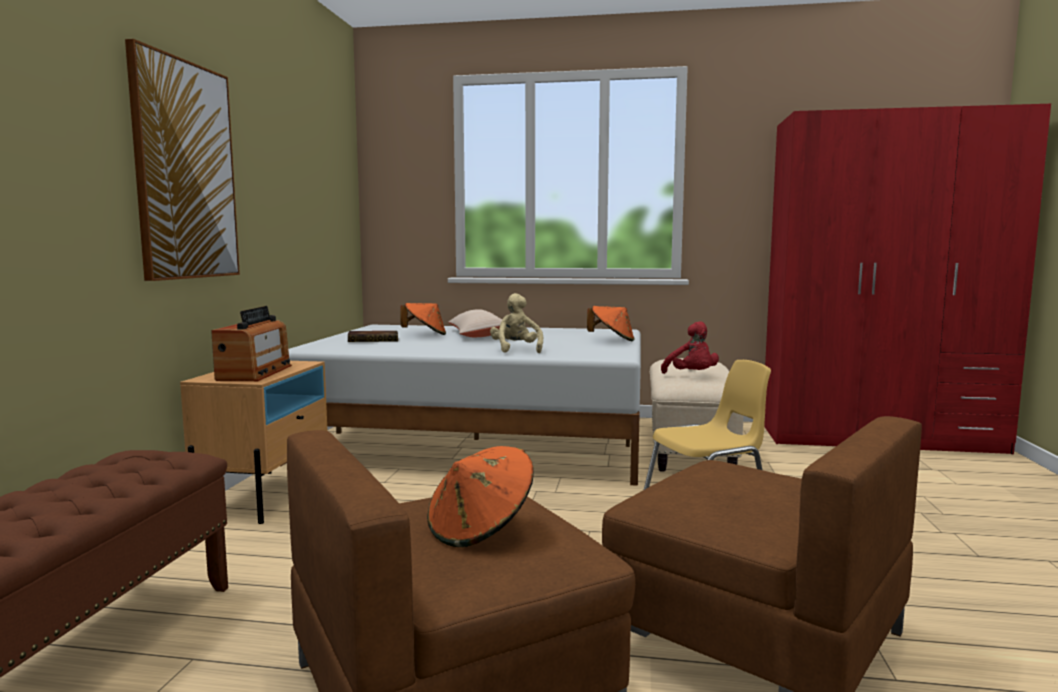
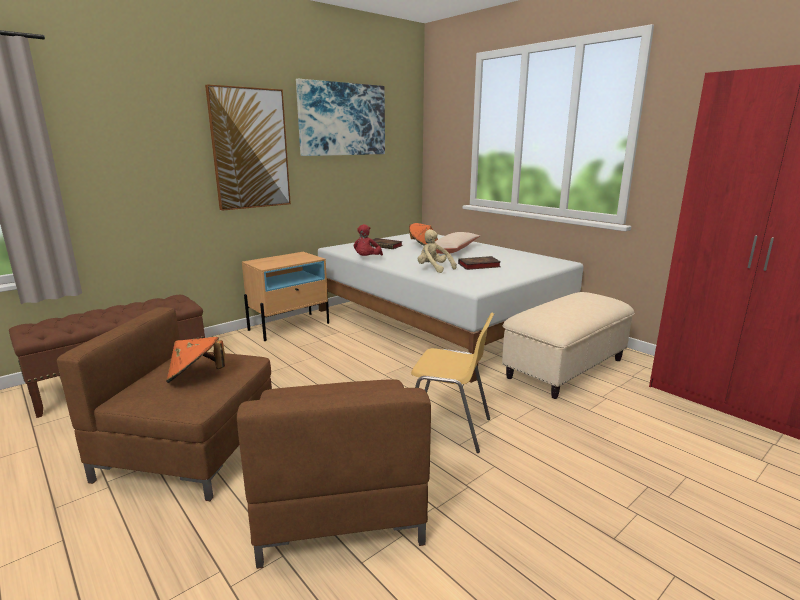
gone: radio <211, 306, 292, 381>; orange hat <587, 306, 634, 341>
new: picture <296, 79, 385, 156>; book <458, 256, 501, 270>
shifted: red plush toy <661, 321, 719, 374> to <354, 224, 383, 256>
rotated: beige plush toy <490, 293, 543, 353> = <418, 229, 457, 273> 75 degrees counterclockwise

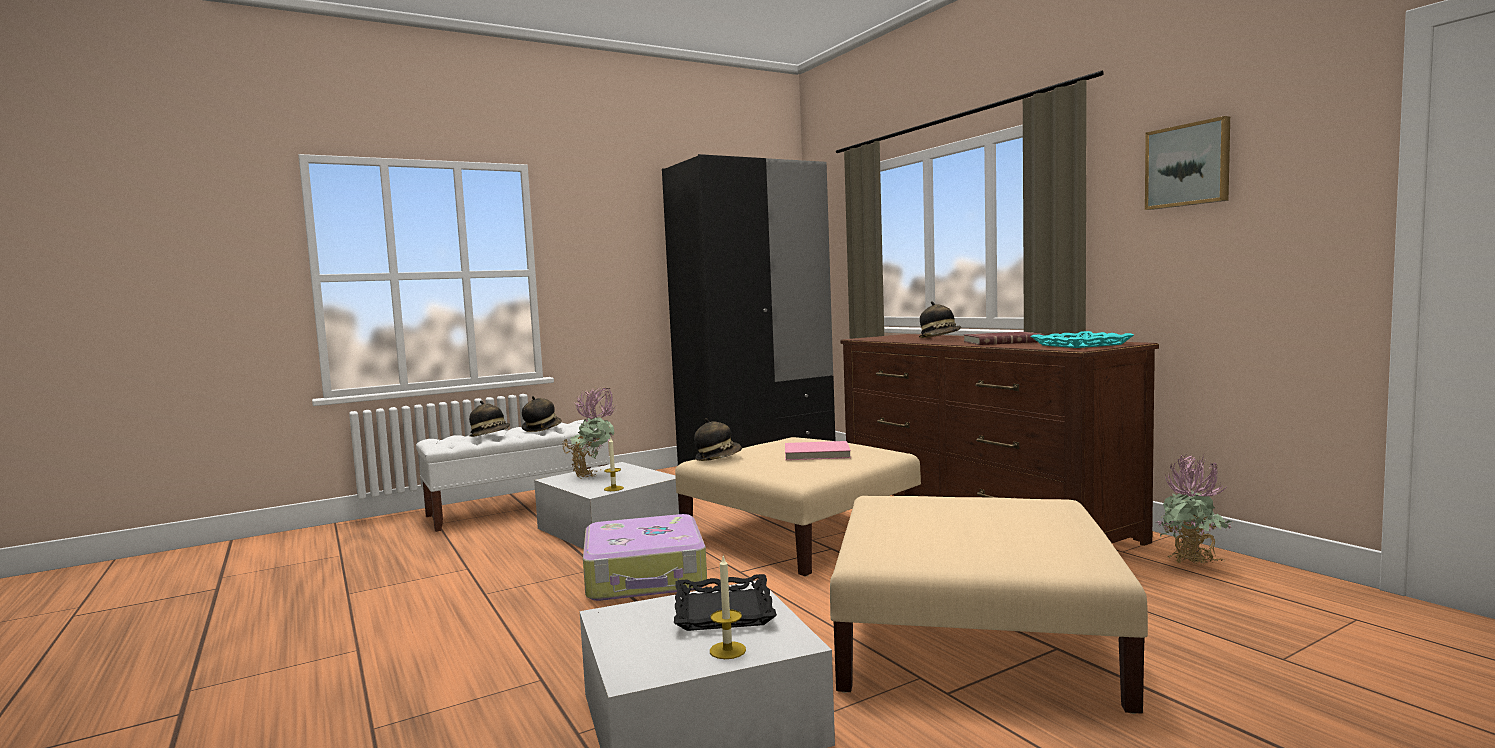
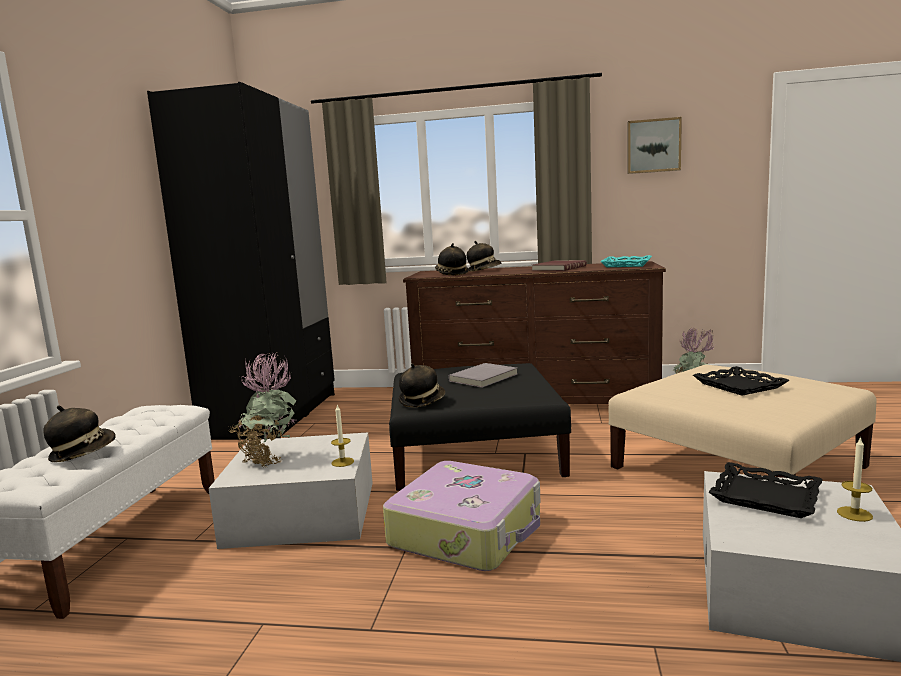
new: black tray <693, 366, 790, 396>
shifted: hat <522, 396, 562, 432> to <435, 243, 469, 276>
repainted: beige ottoman <675, 437, 921, 576> to black ottoman <389, 363, 571, 491>; pink book <785, 441, 851, 460> to grey book <448, 363, 517, 388>

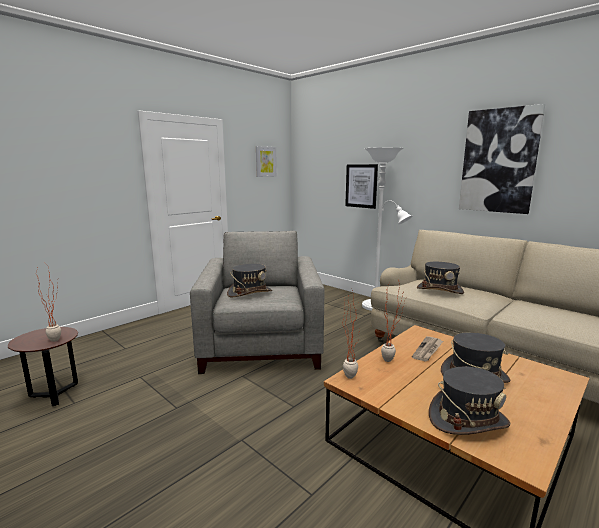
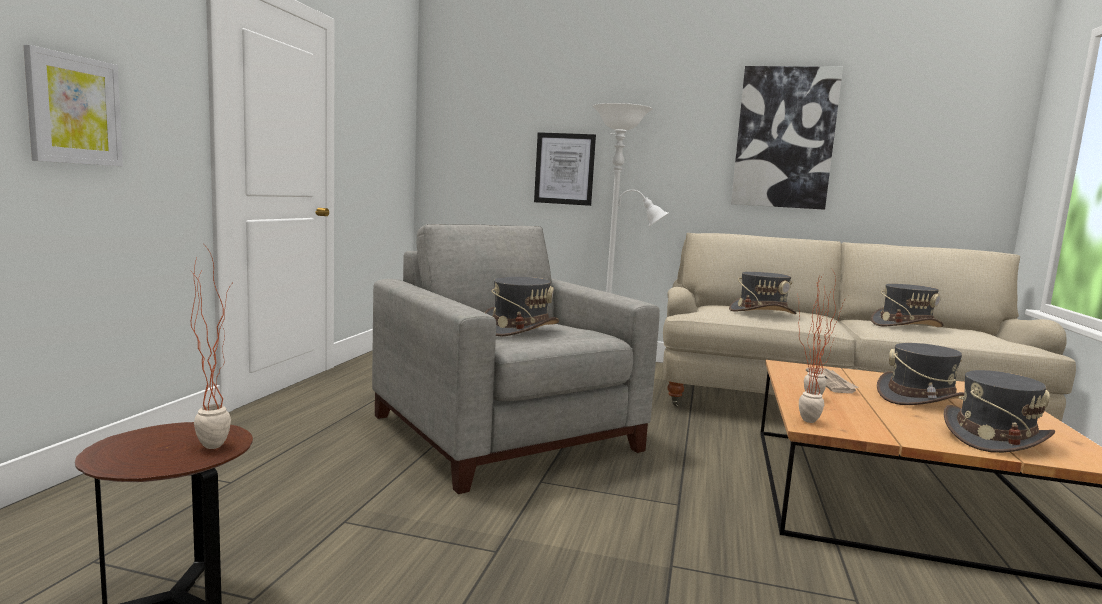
new: grey hat <871, 284, 944, 327>
shifted: picture <256, 146, 277, 177> to <23, 45, 123, 166>

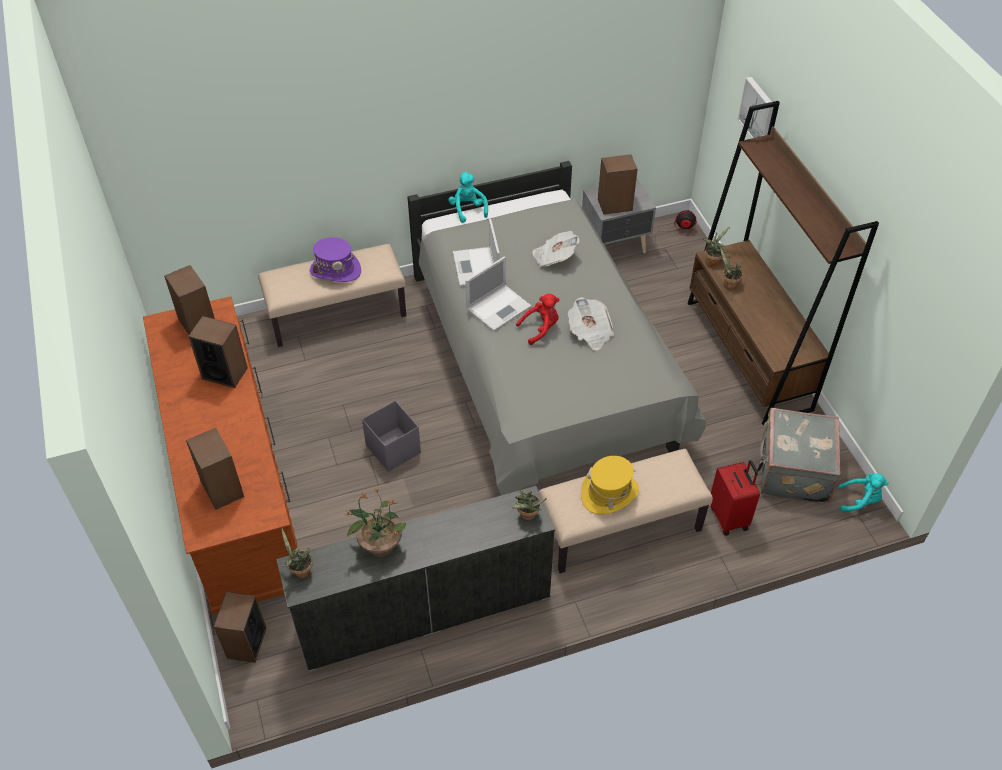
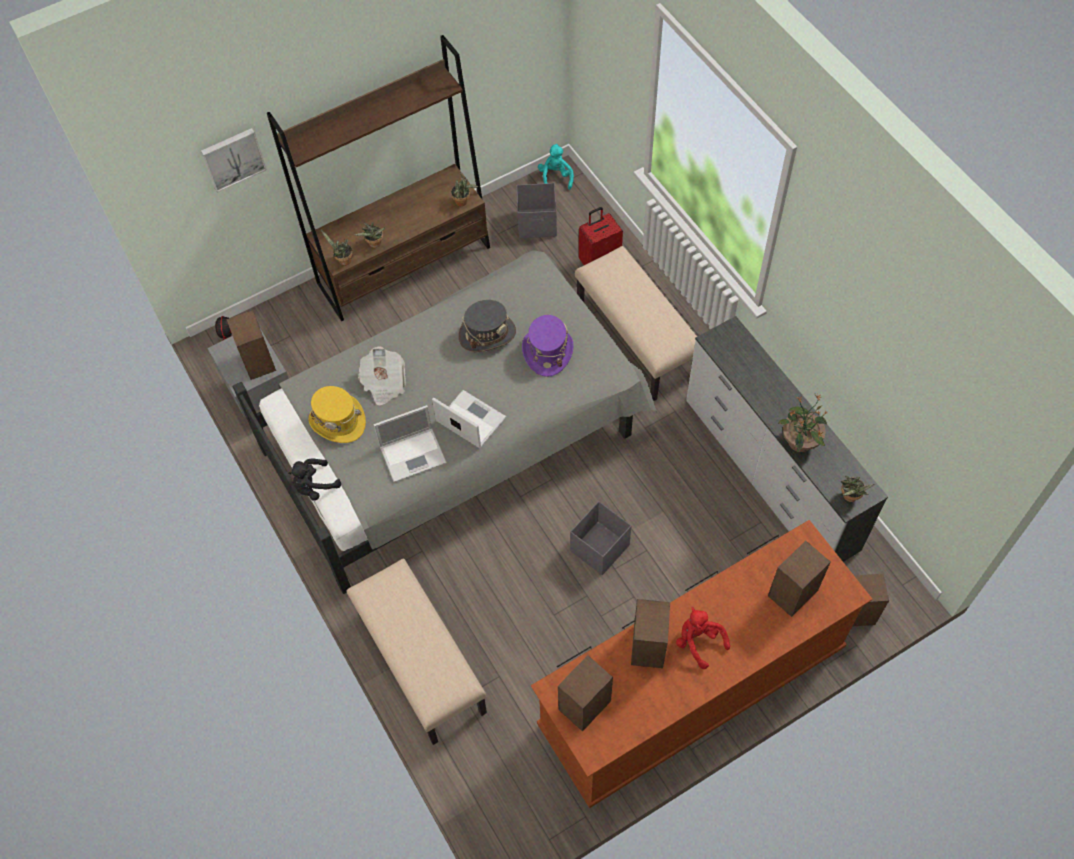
shifted: purple hat <310, 237, 361, 282> to <522, 315, 574, 377>; potted plant <511, 491, 547, 520> to <451, 172, 478, 206>; red plush toy <516, 294, 560, 345> to <676, 607, 730, 669>; yellow hat <581, 456, 639, 515> to <309, 386, 366, 443>
swapped: newspaper <568, 297, 614, 351> to grey hat <459, 300, 516, 352>; grey suitcase <757, 408, 840, 504> to grey storage box <516, 183, 557, 238>
repainted: turquoise plush toy <448, 172, 488, 223> to black plush toy <288, 459, 341, 501>

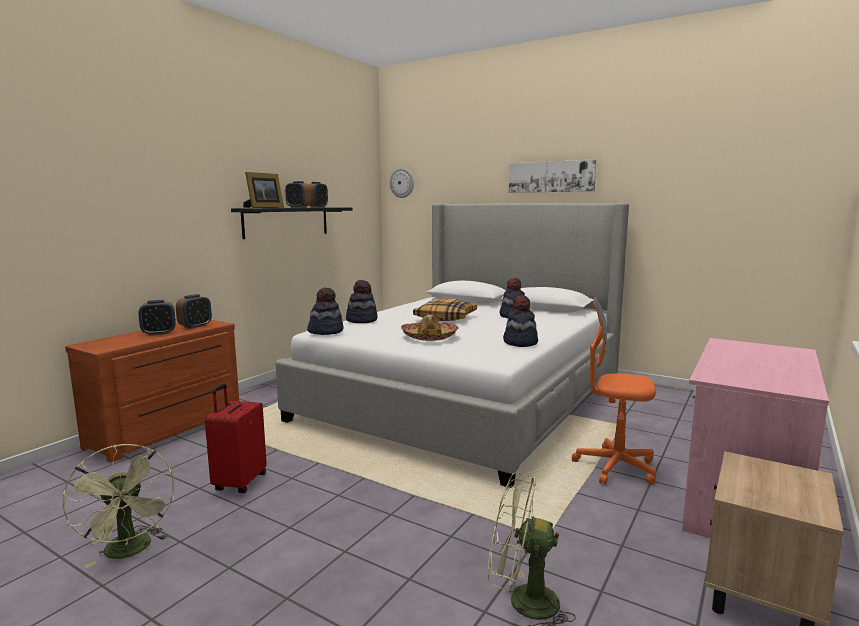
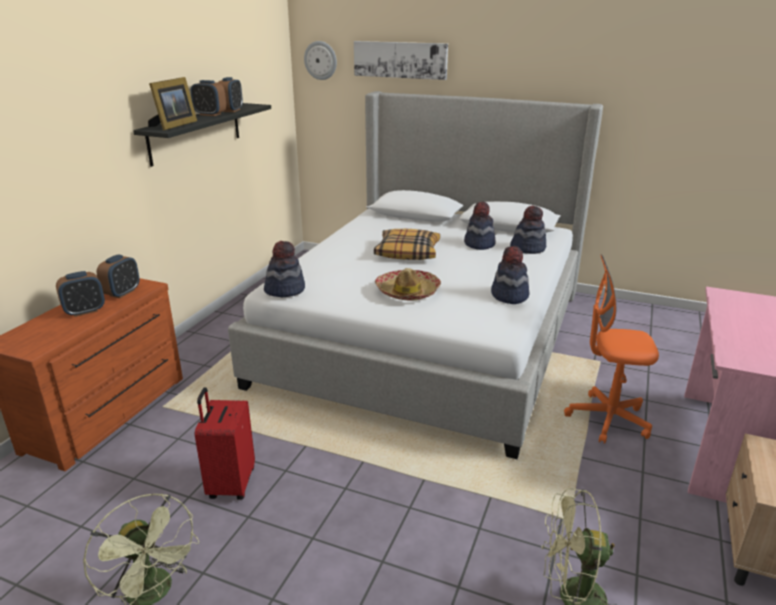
shifted: hat <346, 280, 378, 323> to <510, 206, 546, 254>; picture <509, 160, 596, 193> to <354, 41, 448, 80>

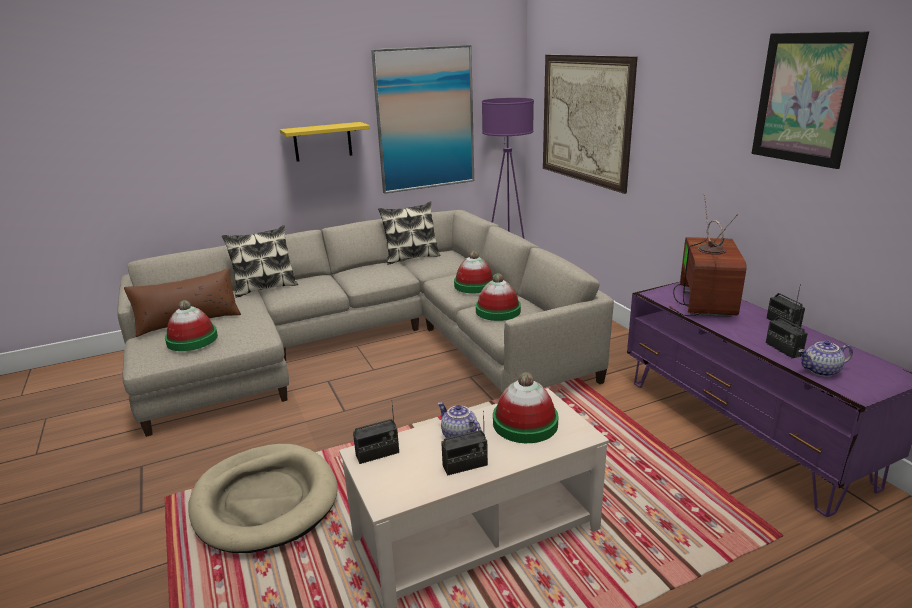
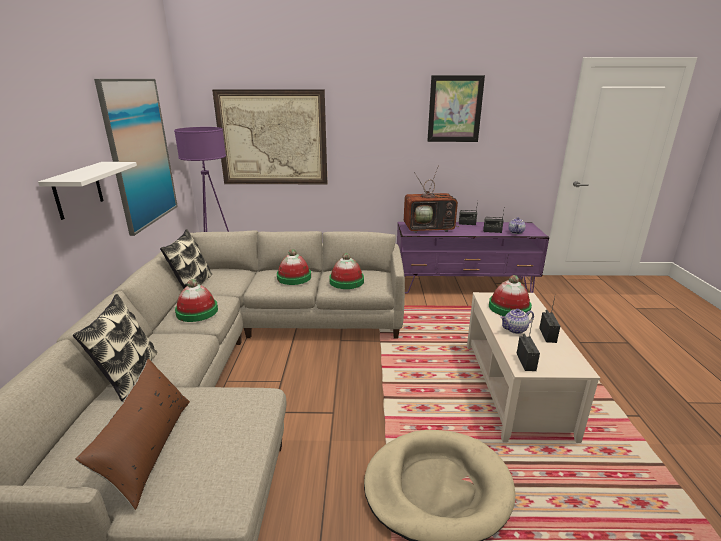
shifted: hat <165, 300, 218, 351> to <175, 279, 218, 322>
repainted: yellow shelf <280, 122, 370, 162> to white shelf <38, 162, 137, 220>
rotated: television <669, 194, 747, 317> = <404, 165, 459, 233> 135 degrees clockwise

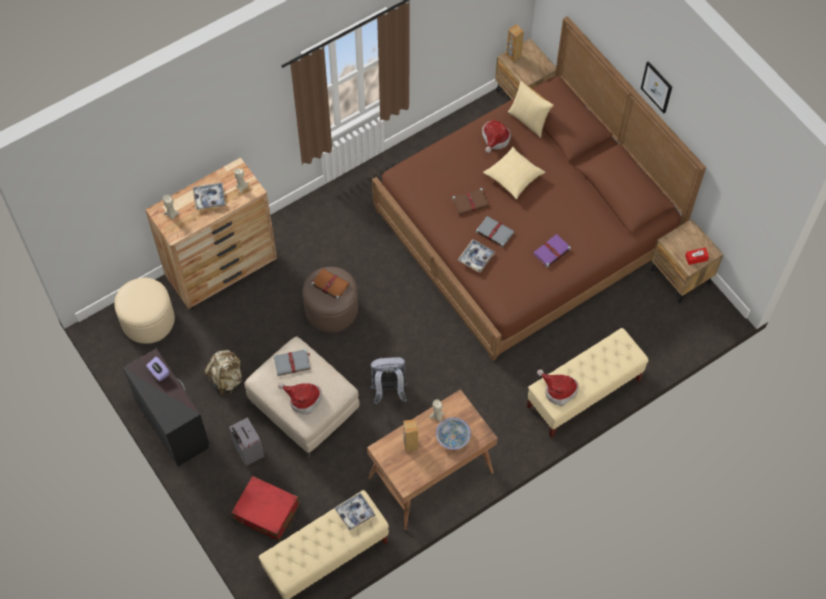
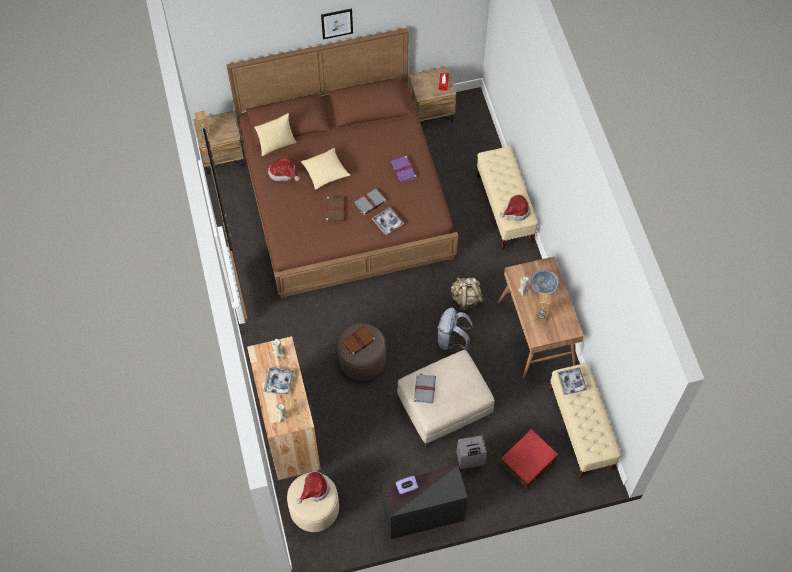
shifted: beige backpack <204, 350, 242, 396> to <451, 276, 485, 310>; hat <278, 382, 322, 415> to <296, 471, 330, 504>

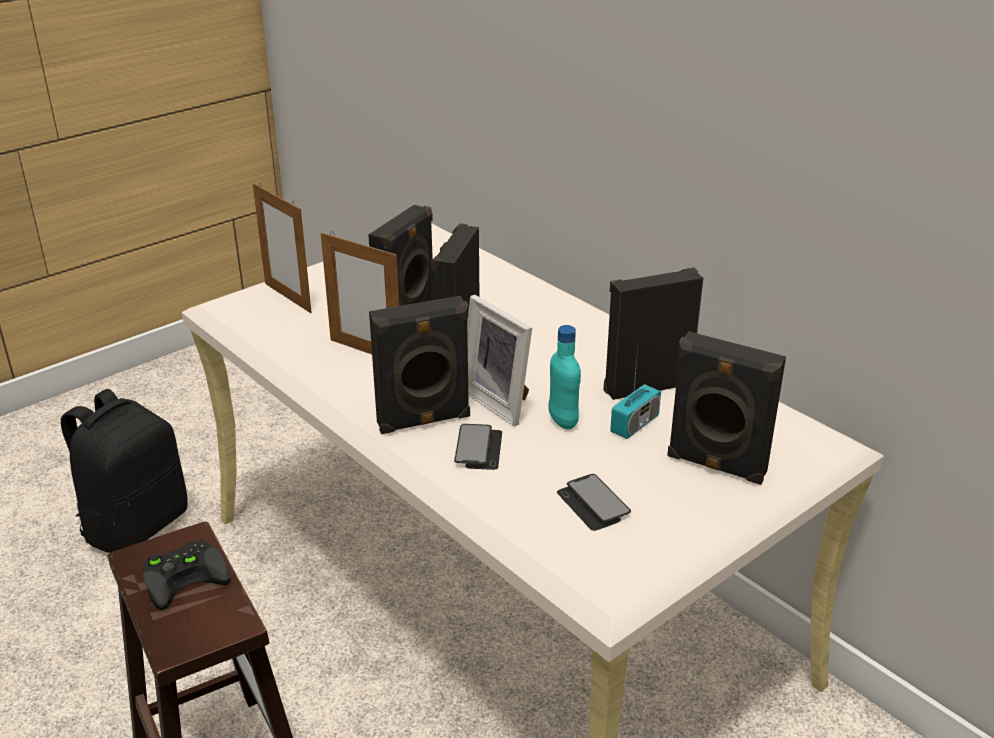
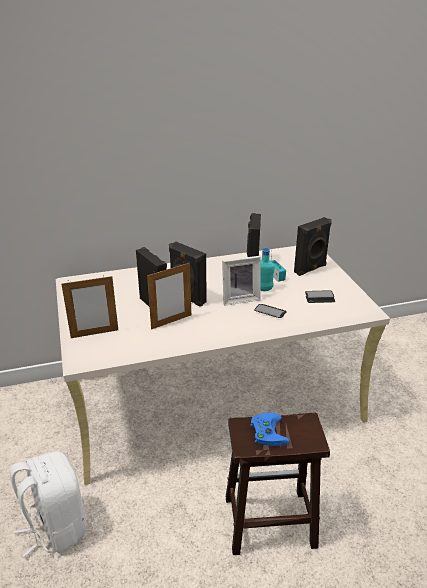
gone: black speaker <369, 296, 470, 434>
repainted: black backpack <61, 389, 188, 553> to white backpack <10, 451, 86, 557>; black game controller <143, 540, 231, 610> to blue game controller <250, 413, 290, 446>

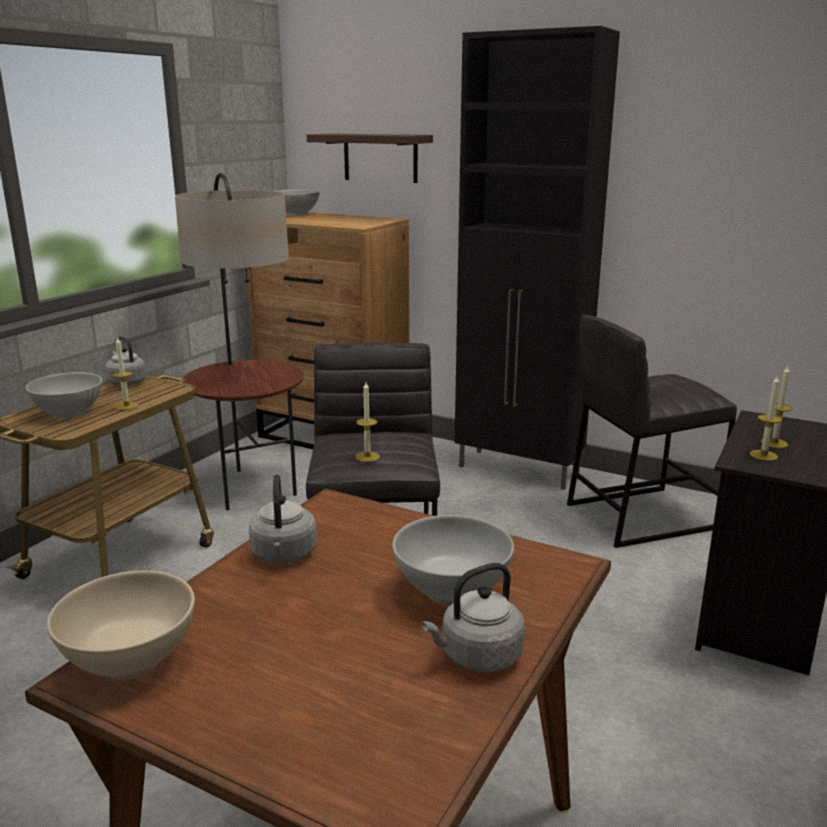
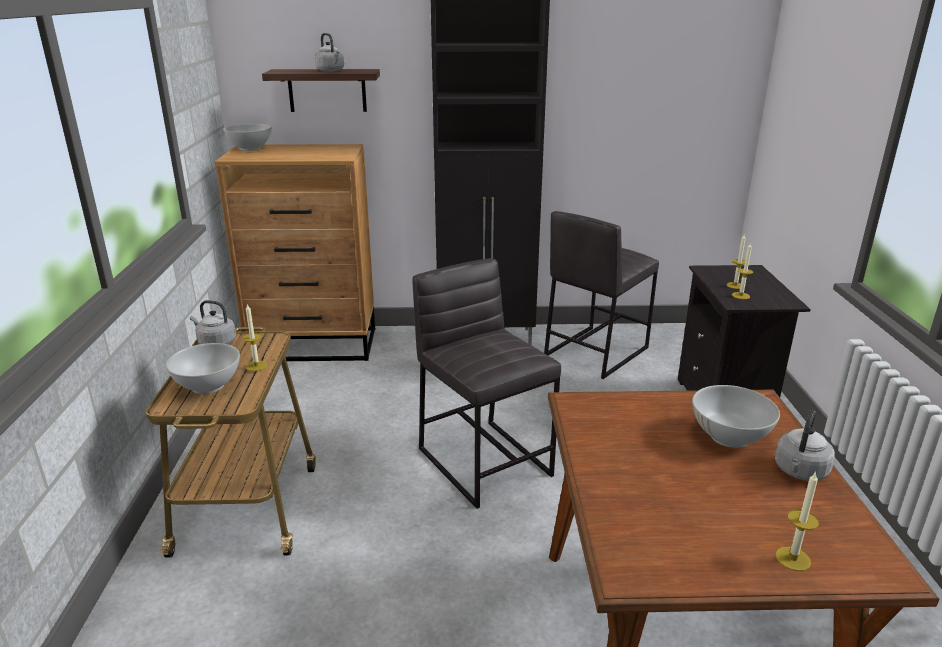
gone: beige bowl <47, 571, 195, 680>; floor lamp <175, 173, 304, 510>
shifted: grey kettle <249, 474, 317, 564> to <315, 33, 344, 72>; candle <355, 382, 380, 462> to <775, 471, 819, 571>

